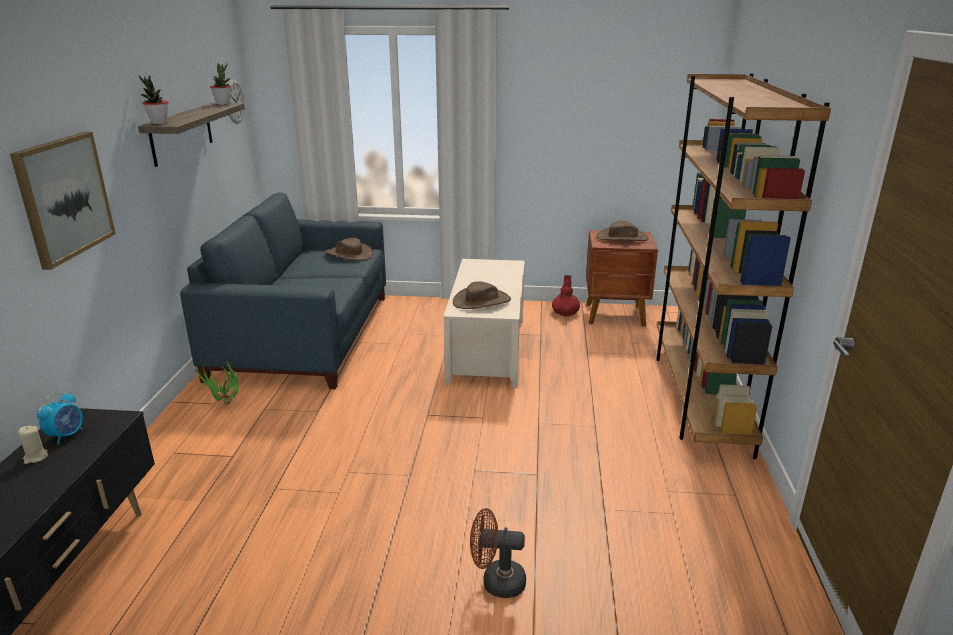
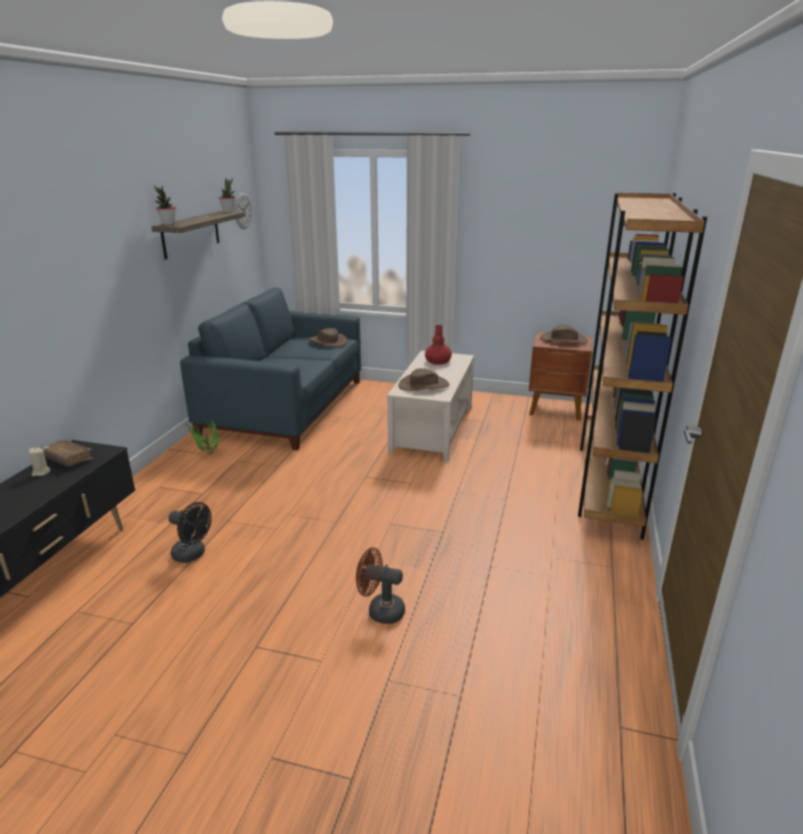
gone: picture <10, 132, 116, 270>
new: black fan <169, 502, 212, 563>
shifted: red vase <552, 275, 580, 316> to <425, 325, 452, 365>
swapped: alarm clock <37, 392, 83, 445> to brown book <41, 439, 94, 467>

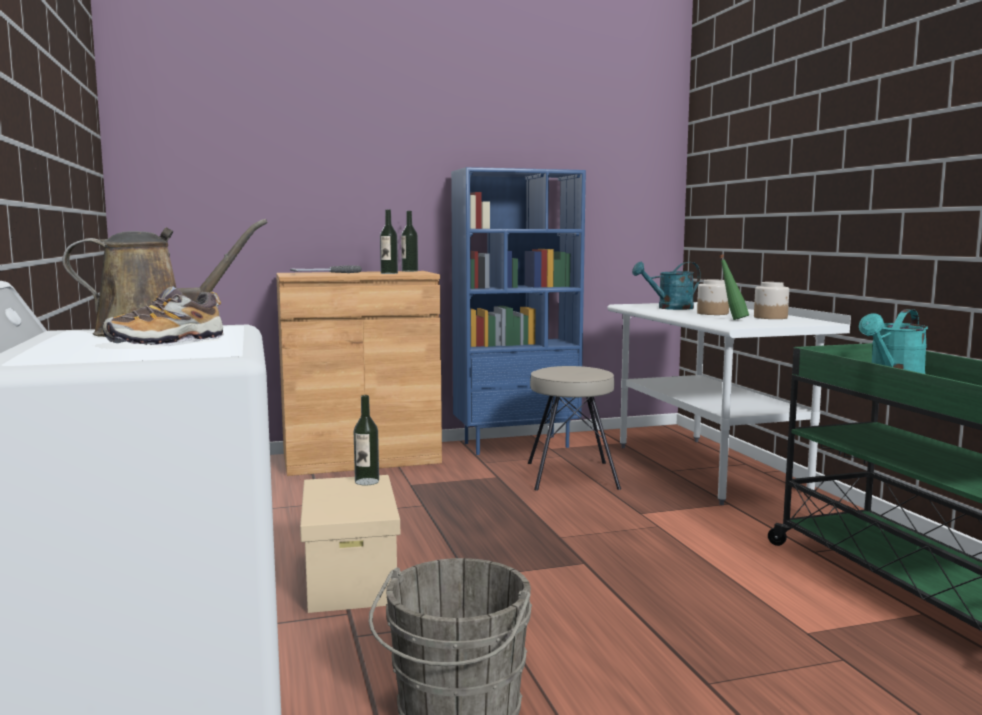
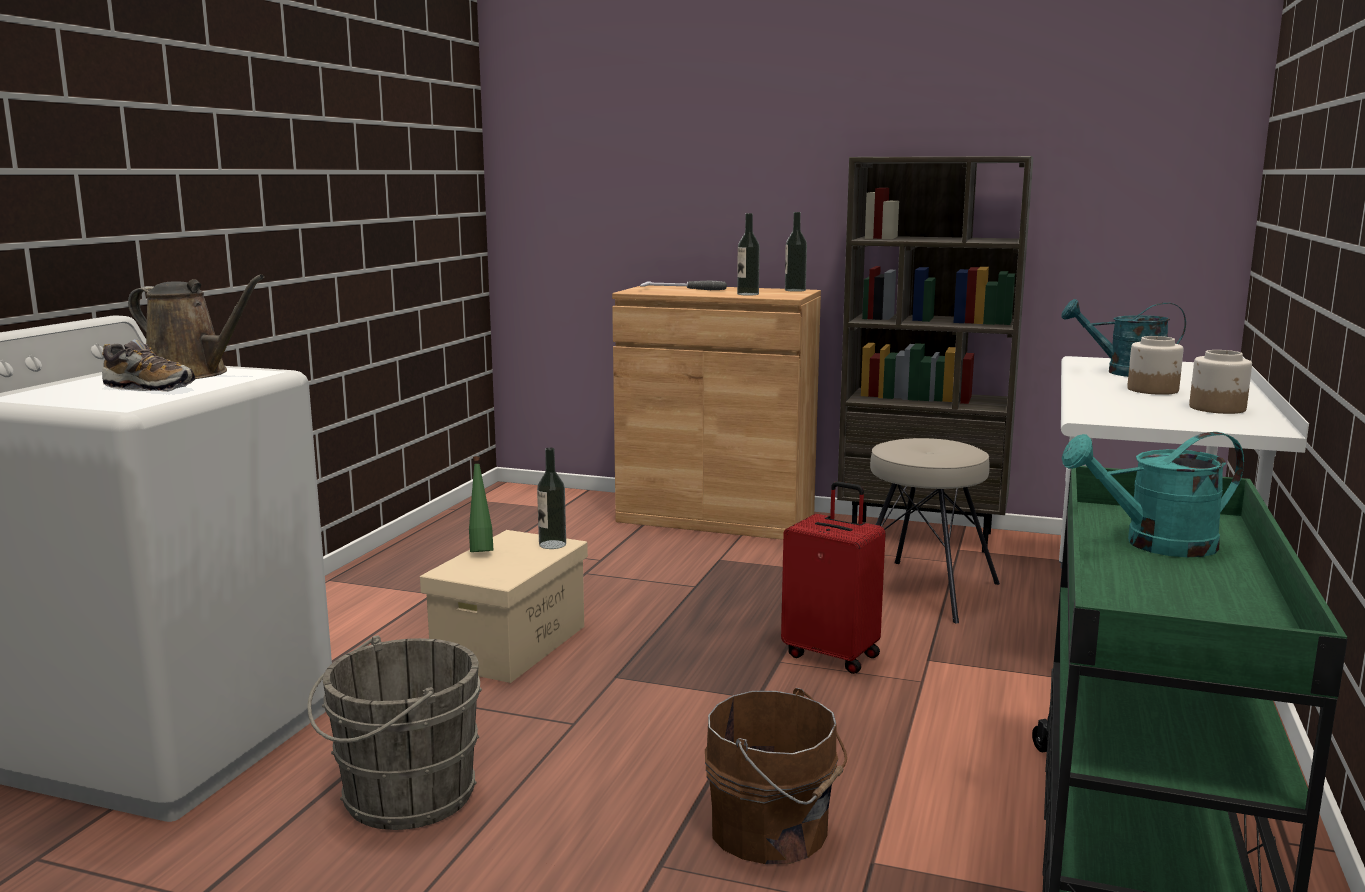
new: brown bucket <705, 688, 847, 864>; red suitcase <781, 481, 885, 674>
shifted: green bottle <719, 254, 749, 320> to <469, 456, 494, 552>
repainted: blue bookcase <451, 167, 586, 455> to brown bookcase <837, 156, 1033, 553>
rotated: shoe <103, 286, 224, 346> = <102, 339, 195, 392> 150 degrees counterclockwise

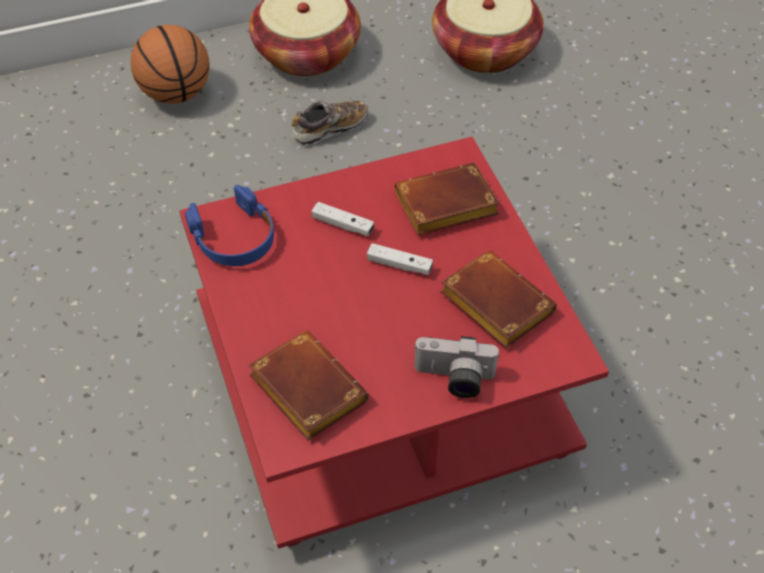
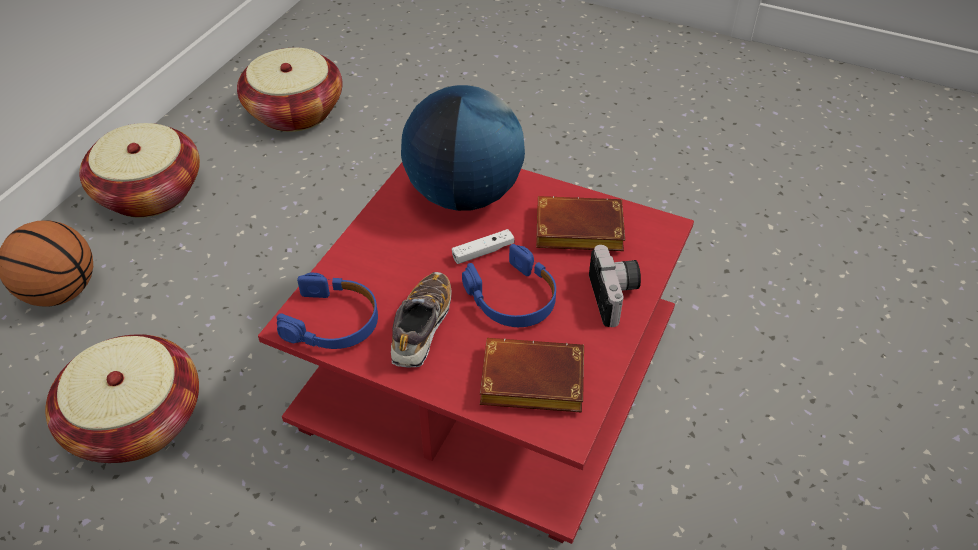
gone: white game controller <312, 202, 374, 236>
new: basket <45, 334, 199, 463>; blue headphones <462, 244, 556, 327>
shifted: shoe <292, 100, 368, 145> to <391, 272, 451, 368>
swapped: brown book <395, 163, 500, 236> to globe <401, 85, 525, 211>
rotated: photo camera <414, 336, 499, 398> = <589, 245, 641, 327> 60 degrees counterclockwise

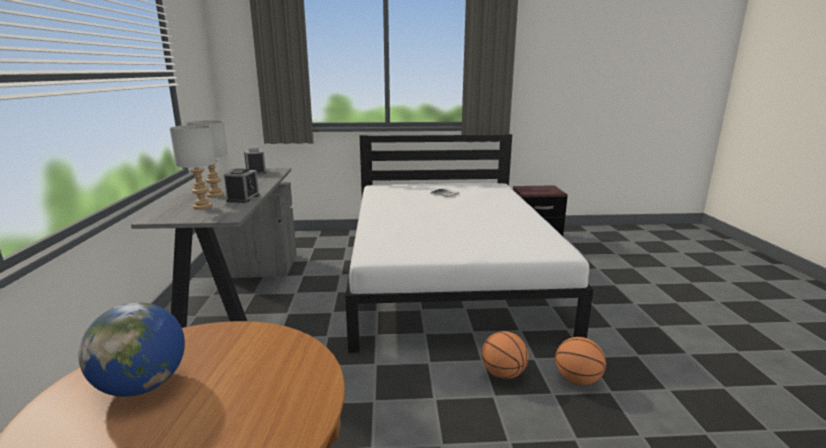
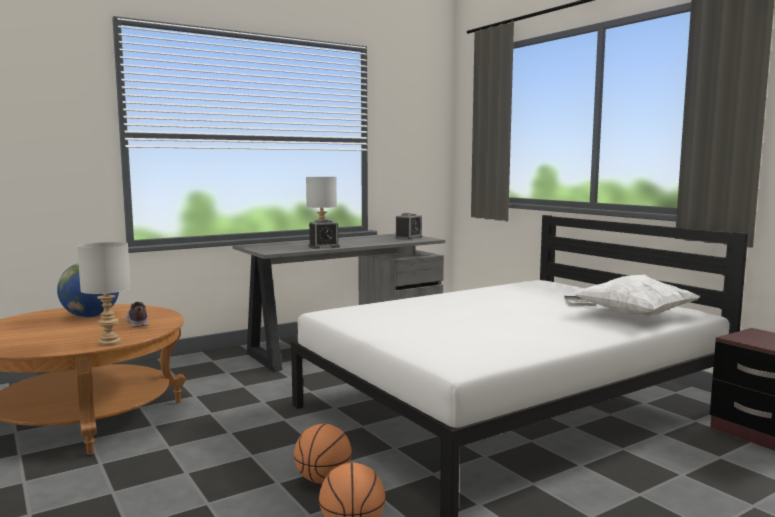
new: shoe <126, 302, 149, 327>; white pillow <573, 275, 700, 316>
shifted: grey table lamp <170, 125, 216, 209> to <77, 242, 131, 346>

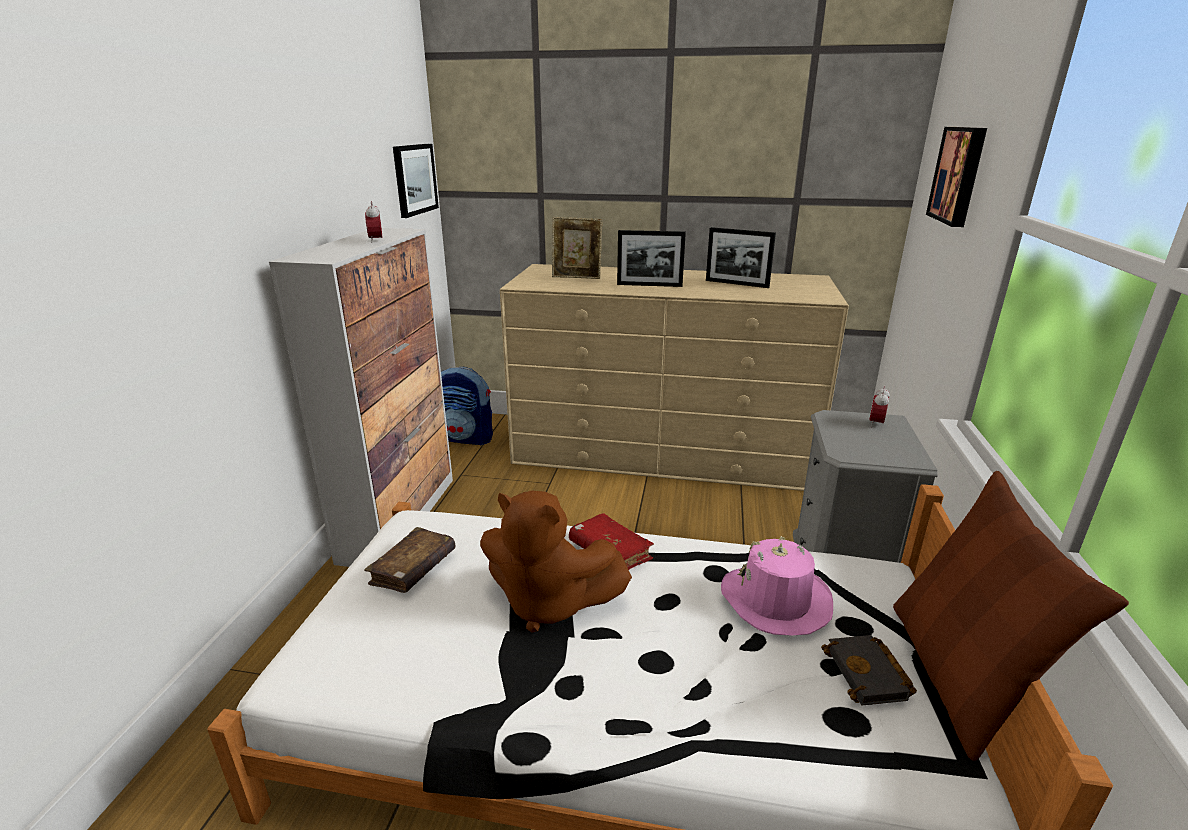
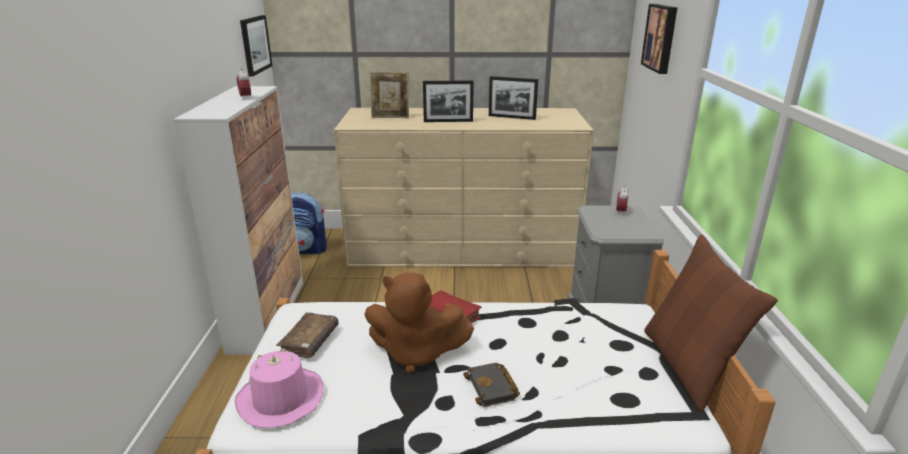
shifted: pink hat <721, 536, 833, 636> to <235, 348, 323, 428>; black book <821, 635, 917, 706> to <463, 363, 520, 407>

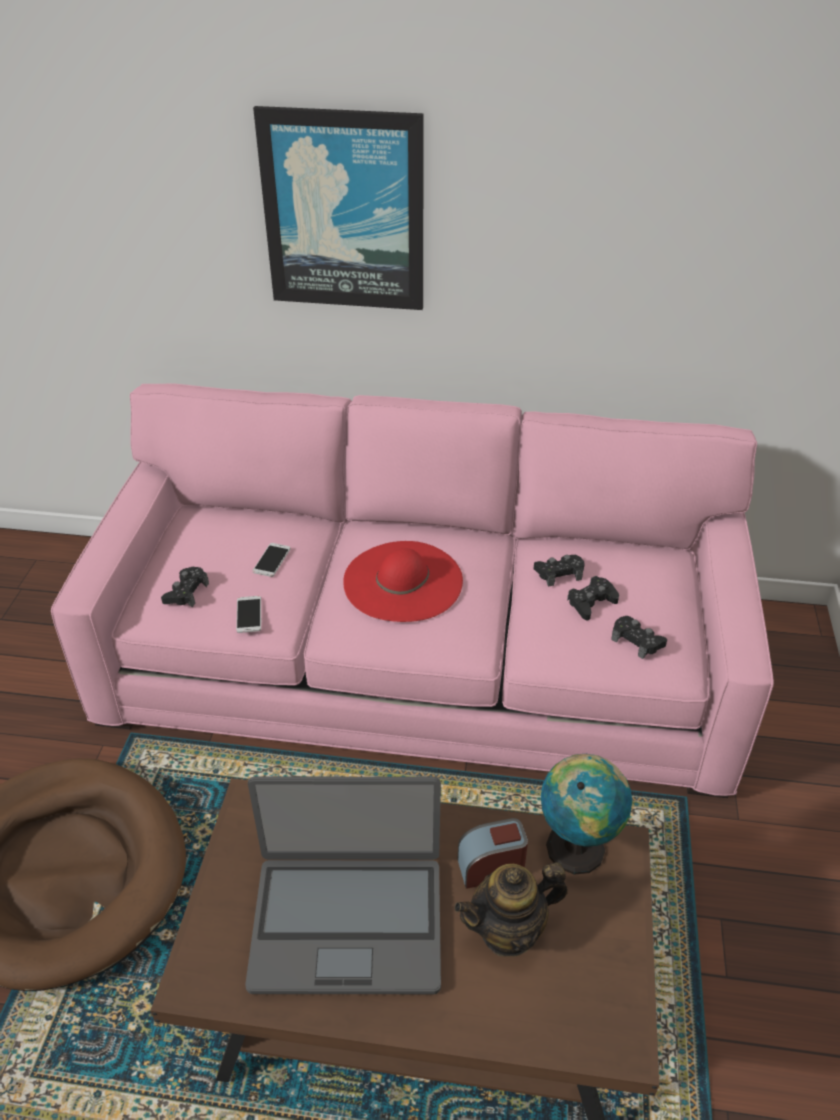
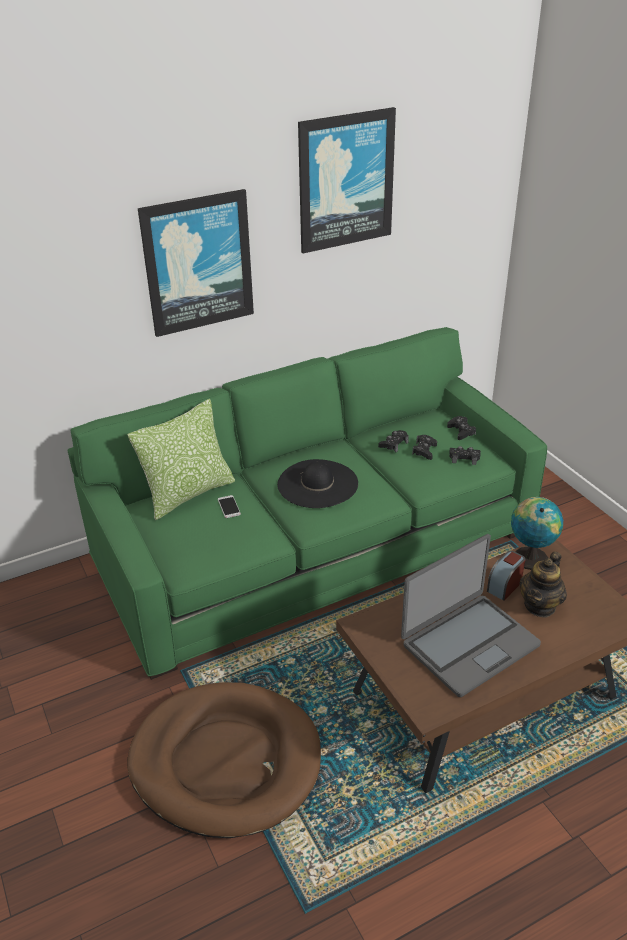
gone: phone <236, 596, 261, 633>
new: pillow <127, 399, 235, 520>; picture <298, 107, 396, 253>
shifted: black game controller <161, 566, 209, 607> to <447, 416, 476, 440>
repainted: pink sofa <51, 383, 774, 798> to green sofa <68, 327, 547, 680>; red hat <343, 541, 463, 622> to black hat <277, 459, 358, 508>

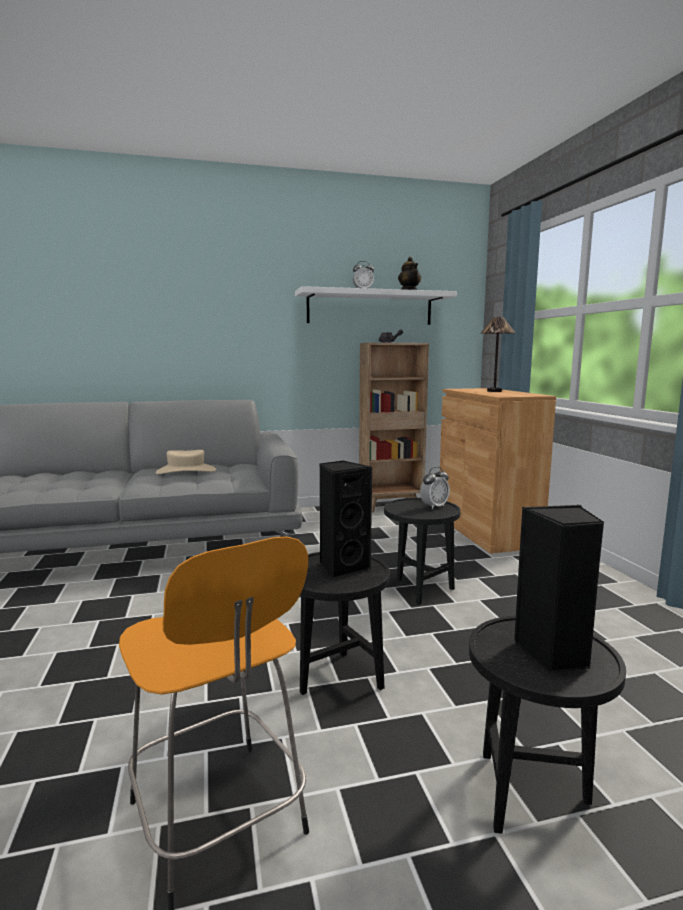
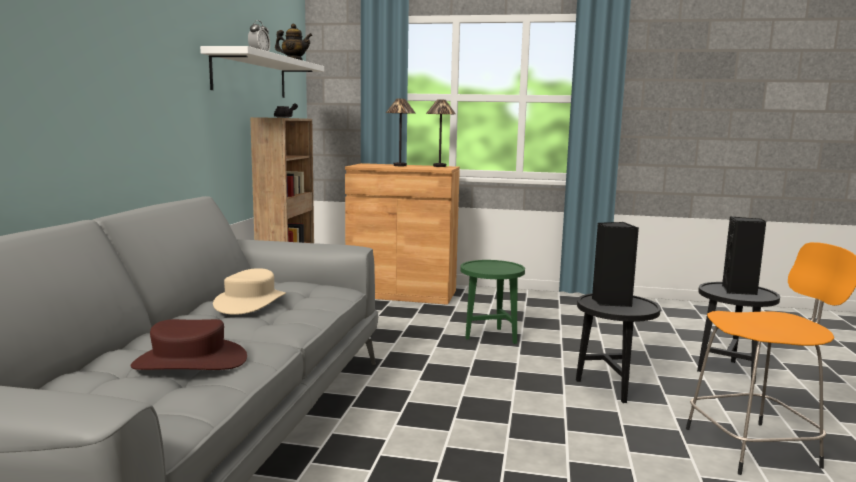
gone: alarm clock <420, 467, 450, 509>
new: brown hat <131, 319, 247, 370>; table lamp <426, 100, 456, 167>
repainted: black side table <384, 498, 461, 605> to green side table <460, 260, 525, 344>

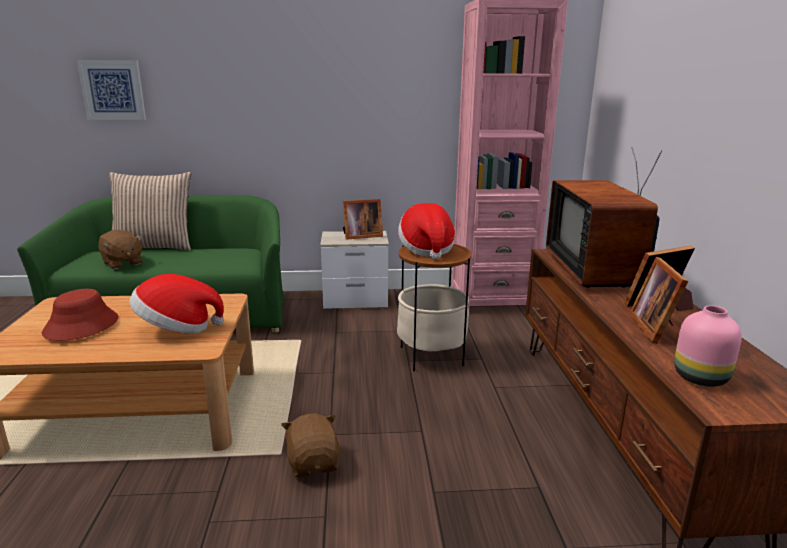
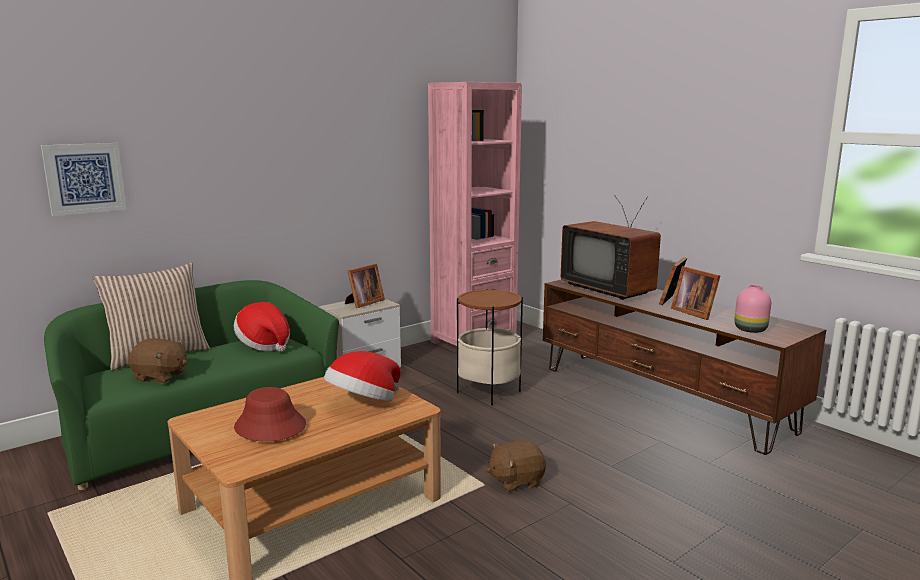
shifted: hat <398, 203, 455, 260> to <234, 302, 290, 352>
rotated: brown plush toy <281, 414, 340, 477> = <487, 440, 546, 492> 60 degrees counterclockwise

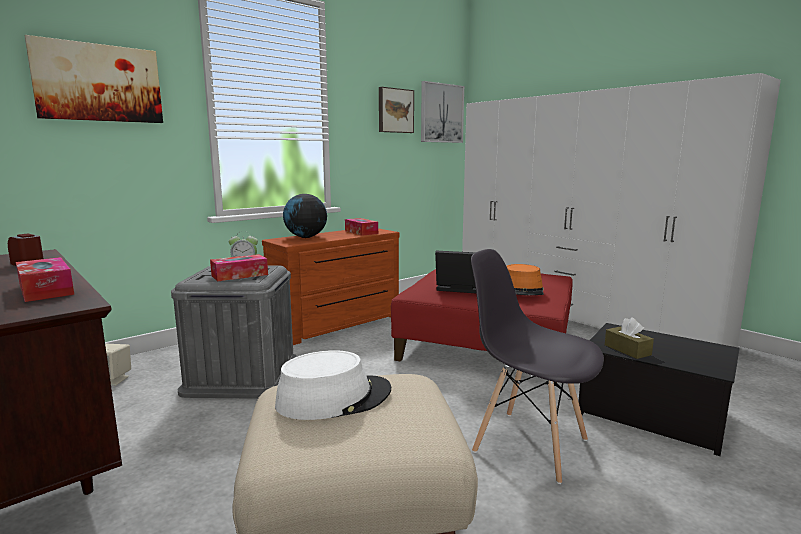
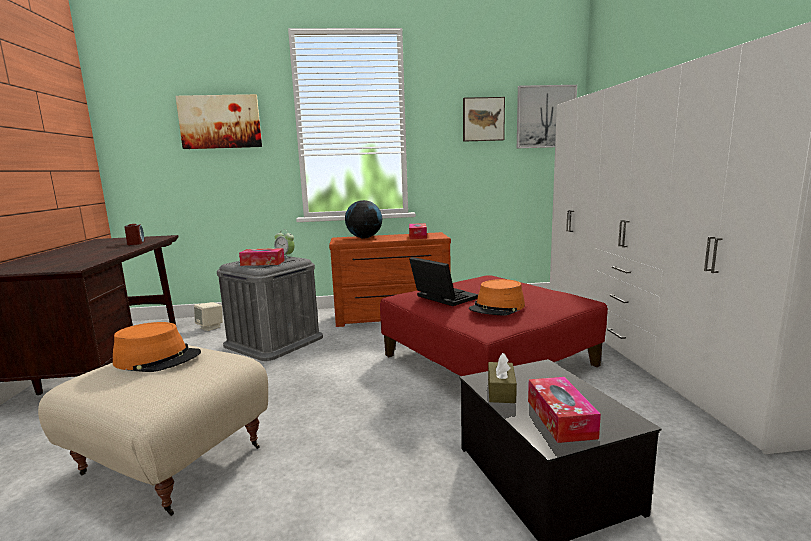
gone: grey chair <471, 249, 604, 484>
shifted: tissue box <16, 257, 74, 302> to <528, 377, 601, 443>
repainted: white hat <275, 350, 391, 420> to orange hat <113, 322, 201, 372>

